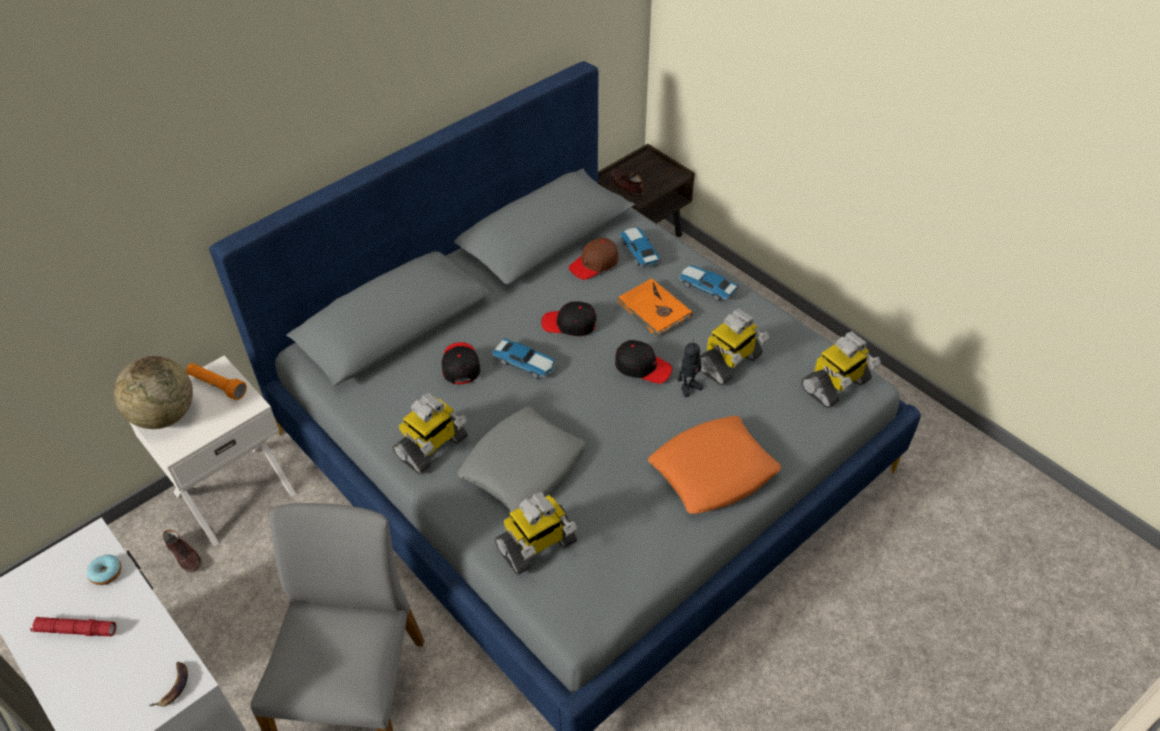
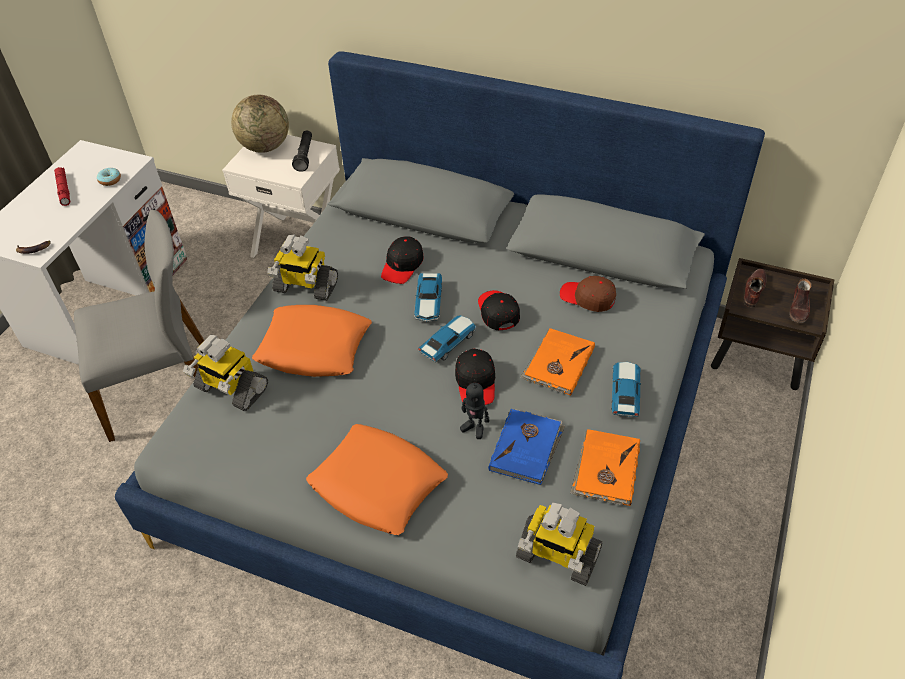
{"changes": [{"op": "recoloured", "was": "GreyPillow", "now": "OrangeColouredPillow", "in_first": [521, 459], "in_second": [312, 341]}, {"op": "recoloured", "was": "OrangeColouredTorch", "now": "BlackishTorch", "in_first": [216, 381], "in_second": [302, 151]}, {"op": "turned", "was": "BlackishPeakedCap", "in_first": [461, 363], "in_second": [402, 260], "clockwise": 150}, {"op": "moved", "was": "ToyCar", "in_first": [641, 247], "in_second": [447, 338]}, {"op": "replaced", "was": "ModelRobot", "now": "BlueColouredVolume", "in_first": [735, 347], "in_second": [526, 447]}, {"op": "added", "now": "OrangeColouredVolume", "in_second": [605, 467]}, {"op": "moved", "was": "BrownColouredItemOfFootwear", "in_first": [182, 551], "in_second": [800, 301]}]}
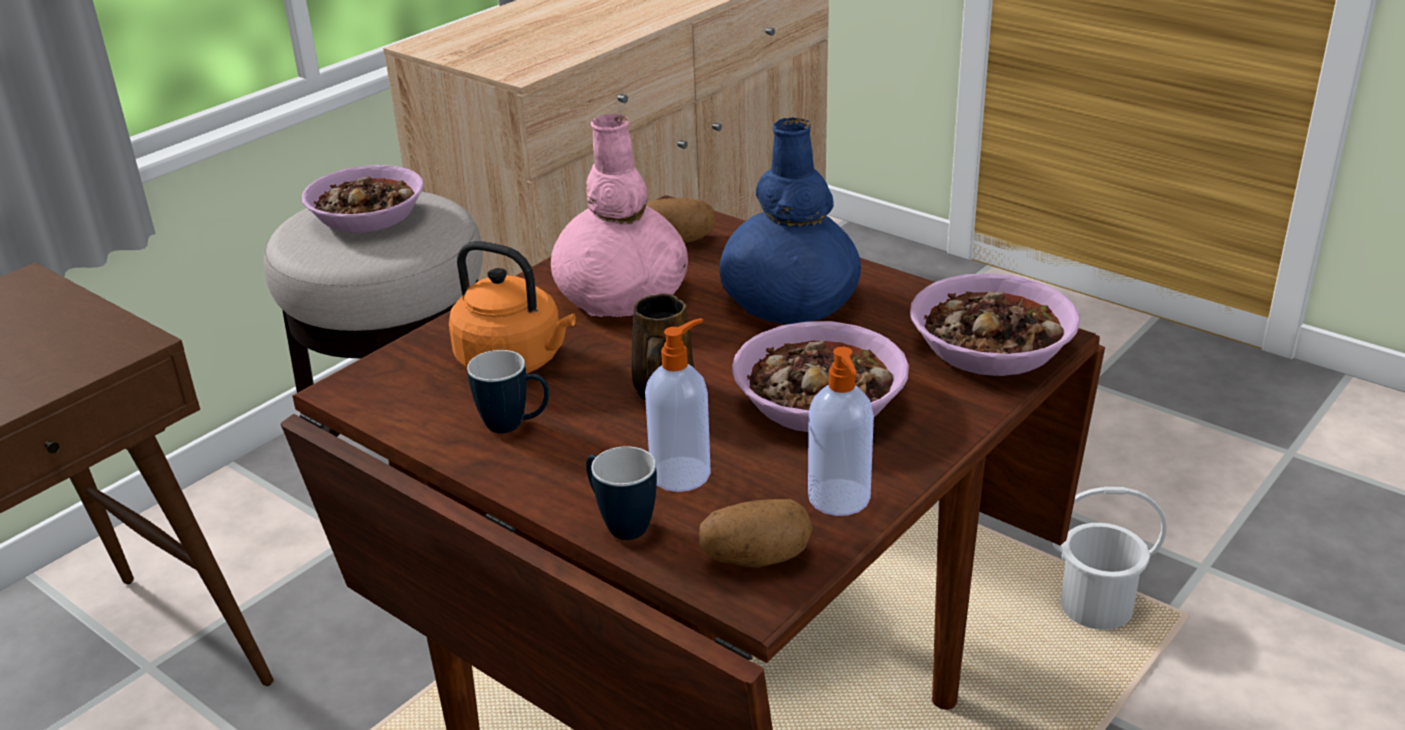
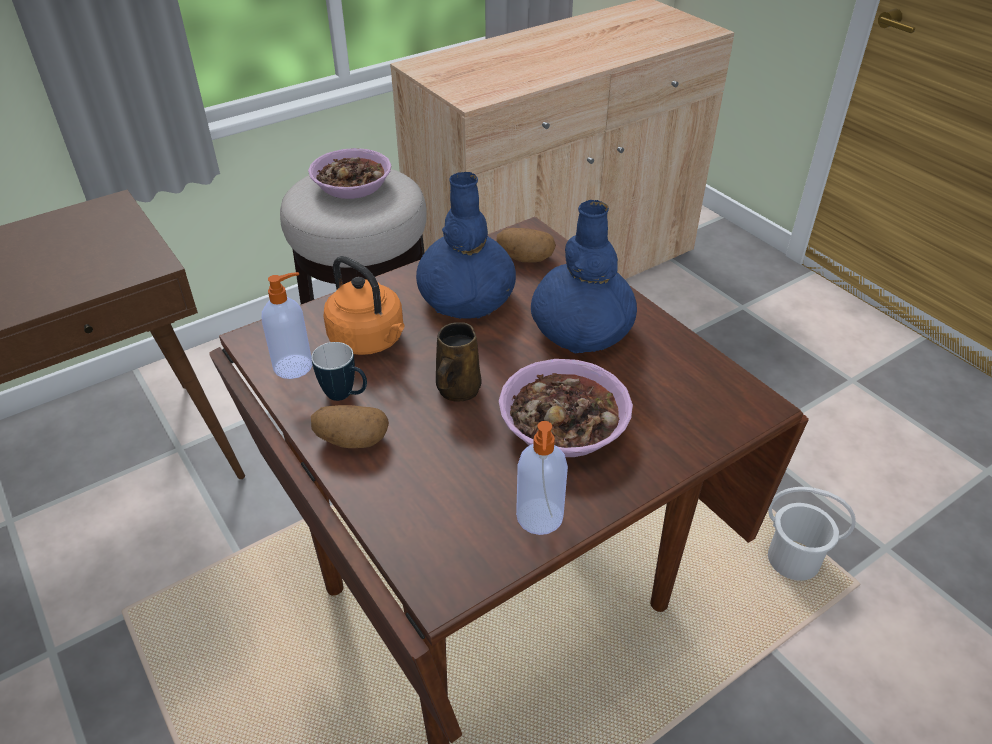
{"changes": [{"op": "moved", "was": "SoapBottle", "in_first": [678, 405], "in_second": [287, 325]}, {"op": "moved", "was": "WholePotato", "in_first": [756, 533], "in_second": [350, 426]}, {"op": "recoloured", "was": "PinkColouredDecorativeVase", "now": "BlueColouredDecorativeVase", "in_first": [619, 215], "in_second": [466, 245]}, {"op": "removed", "was": "CoffeeMug", "in_first": [621, 493]}, {"op": "removed", "was": "DeepDish", "in_first": [995, 324]}]}
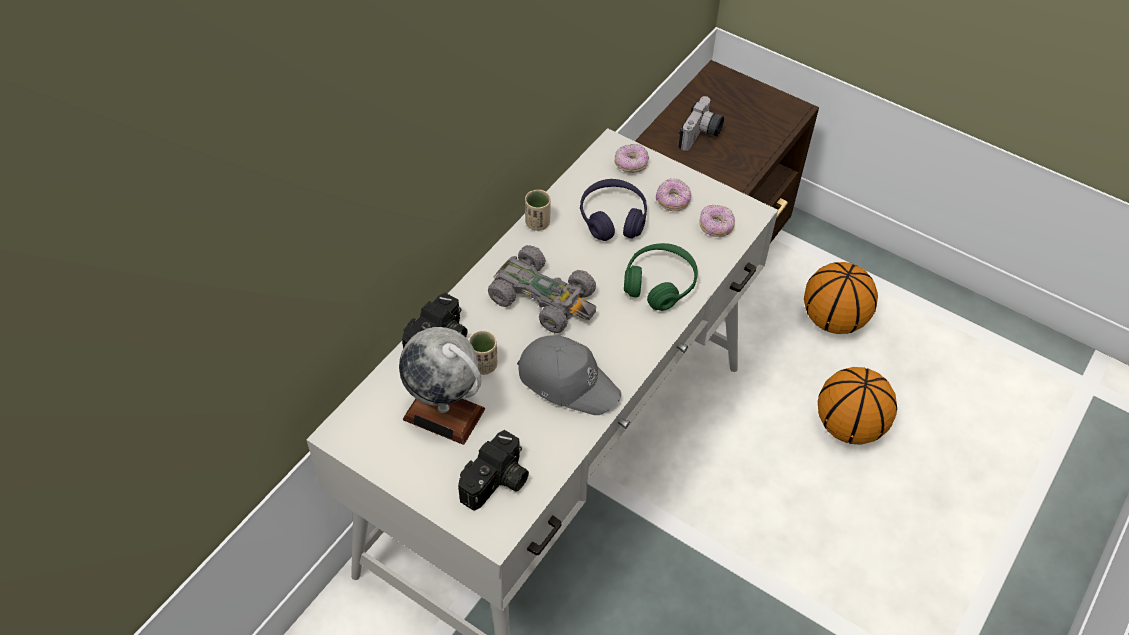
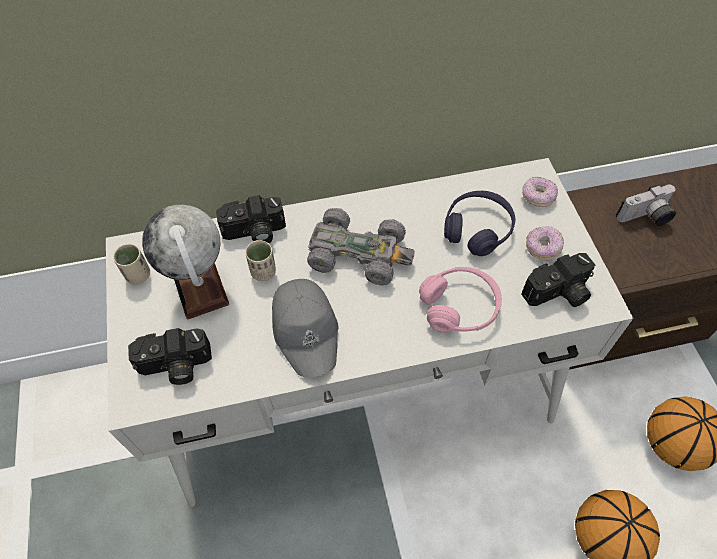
{"changes": [{"op": "moved", "was": "BeigeColouredCup", "in_first": [538, 210], "in_second": [131, 264]}, {"op": "turned", "was": "GreyToyCar", "in_first": [542, 289], "in_second": [361, 247], "clockwise": -60}, {"op": "recoloured", "was": "GreenishPairOfHeadphones", "now": "PinkColouredPairOfHeadphones", "in_first": [661, 277], "in_second": [460, 300]}, {"op": "replaced", "was": "Doughnut", "now": "PhotoCamera", "in_first": [717, 221], "in_second": [558, 280]}]}
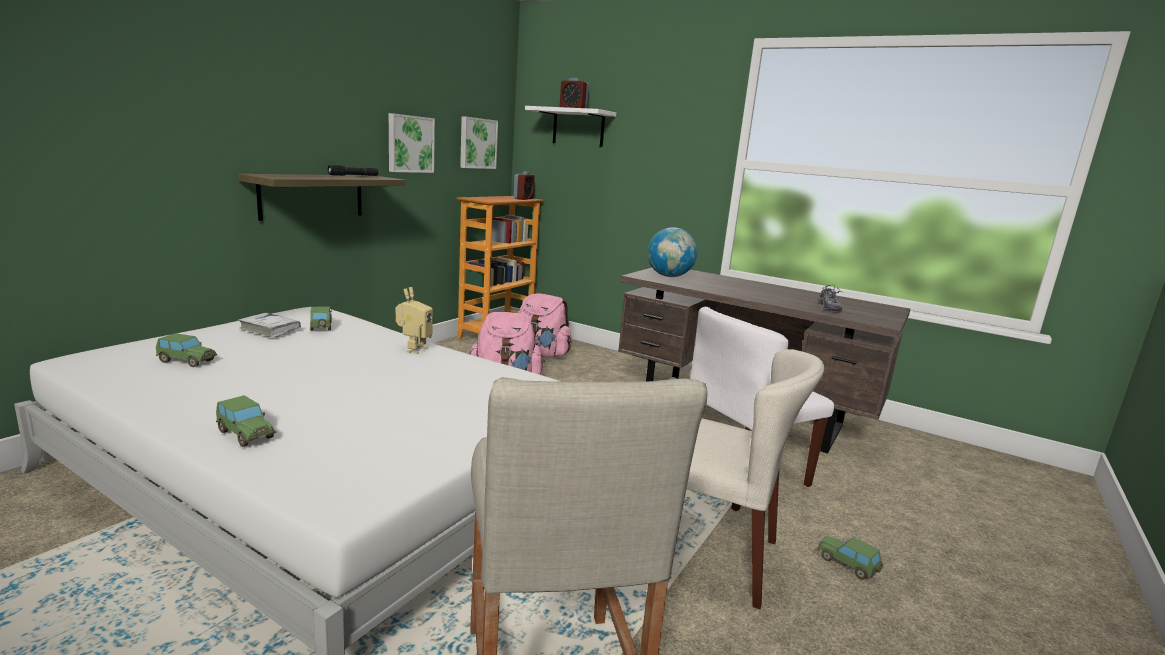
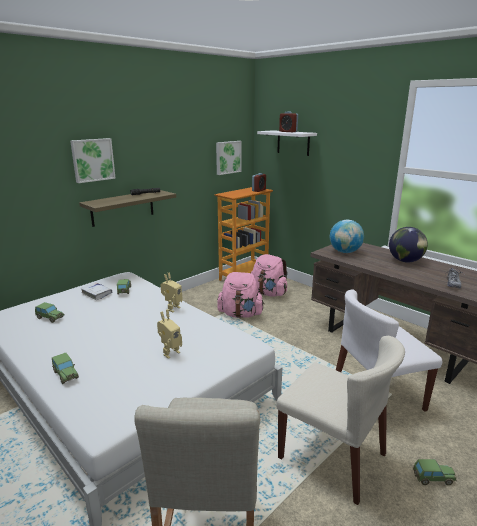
{"changes": [{"op": "moved", "was": "WallPicture", "in_first": [412, 143], "in_second": [93, 160]}, {"op": "added", "now": "ModelRobot", "in_second": [169, 334]}, {"op": "added", "now": "Globe", "in_second": [408, 244]}, {"op": "turned", "was": "ToyCar", "in_first": [850, 558], "in_second": [435, 472], "clockwise": 120}]}
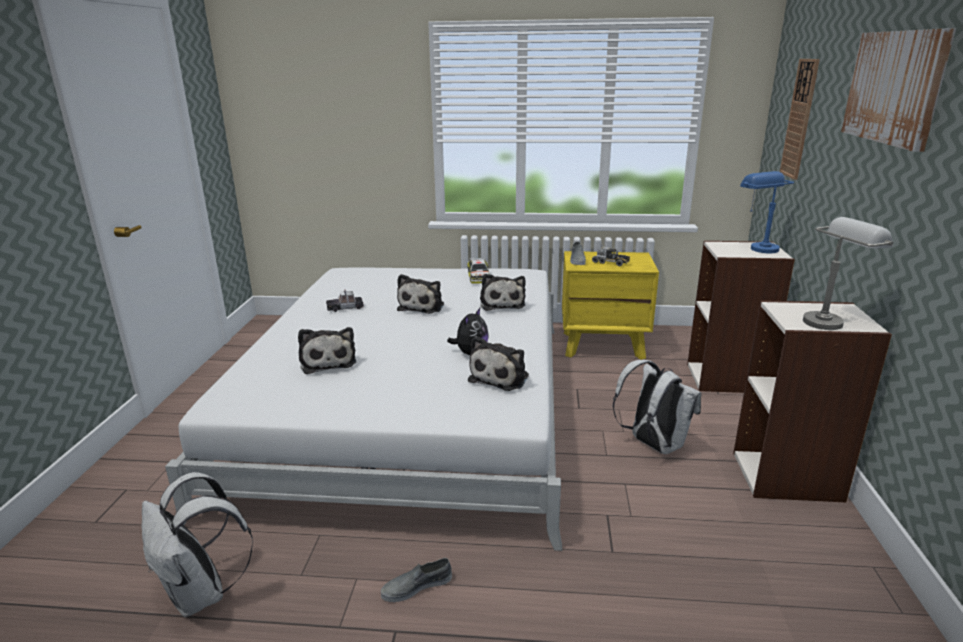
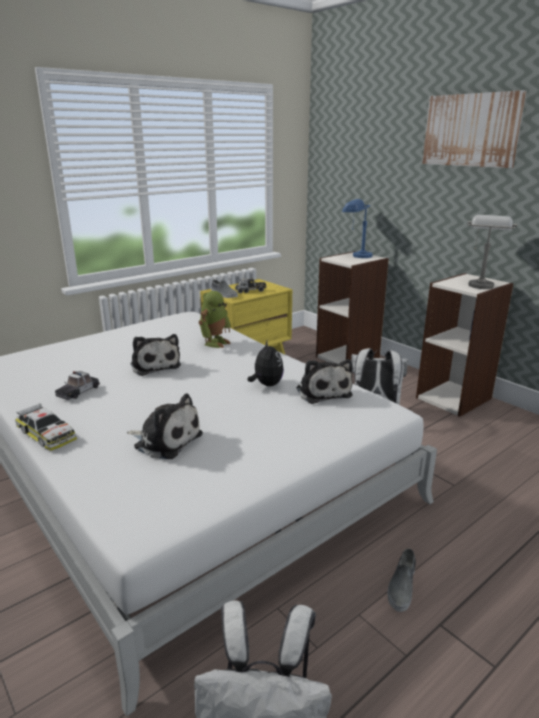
{"changes": [{"op": "moved", "was": "ToyCar", "in_first": [478, 271], "in_second": [46, 427]}, {"op": "replaced", "was": "PlushToy", "now": "ModelRobot", "in_first": [503, 292], "in_second": [215, 319]}, {"op": "removed", "was": "WallClock", "in_first": [800, 119]}]}
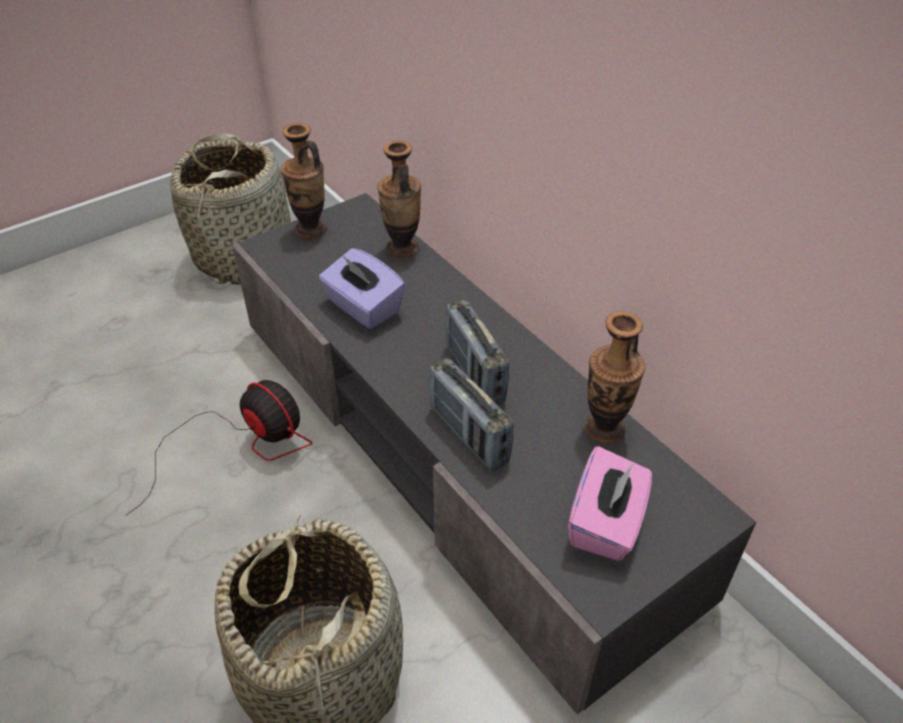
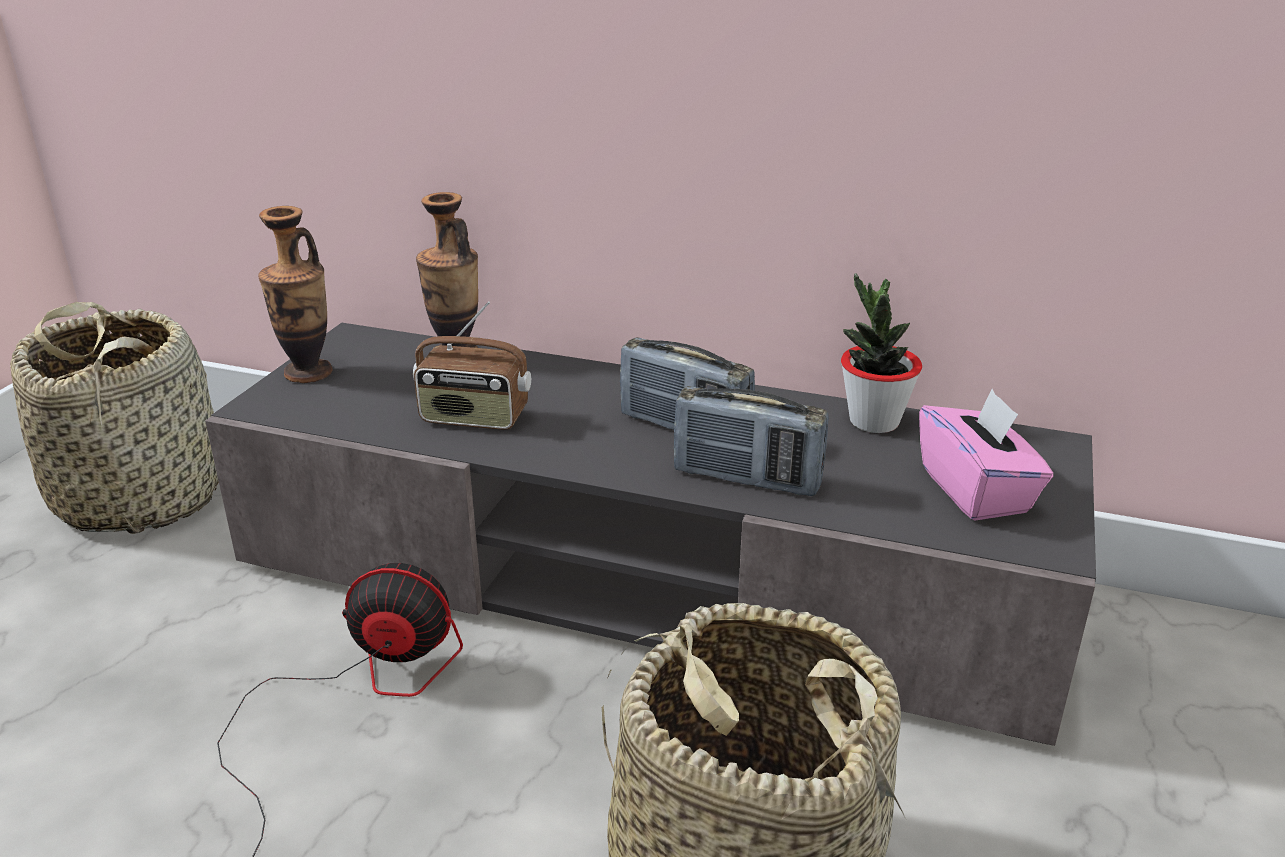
{"changes": [{"op": "replaced", "was": "PurpleColouredBoxOfTissues", "now": "Radio", "in_first": [362, 288], "in_second": [472, 365]}, {"op": "replaced", "was": "DecorativeVase", "now": "Houseplant", "in_first": [615, 377], "in_second": [881, 353]}]}
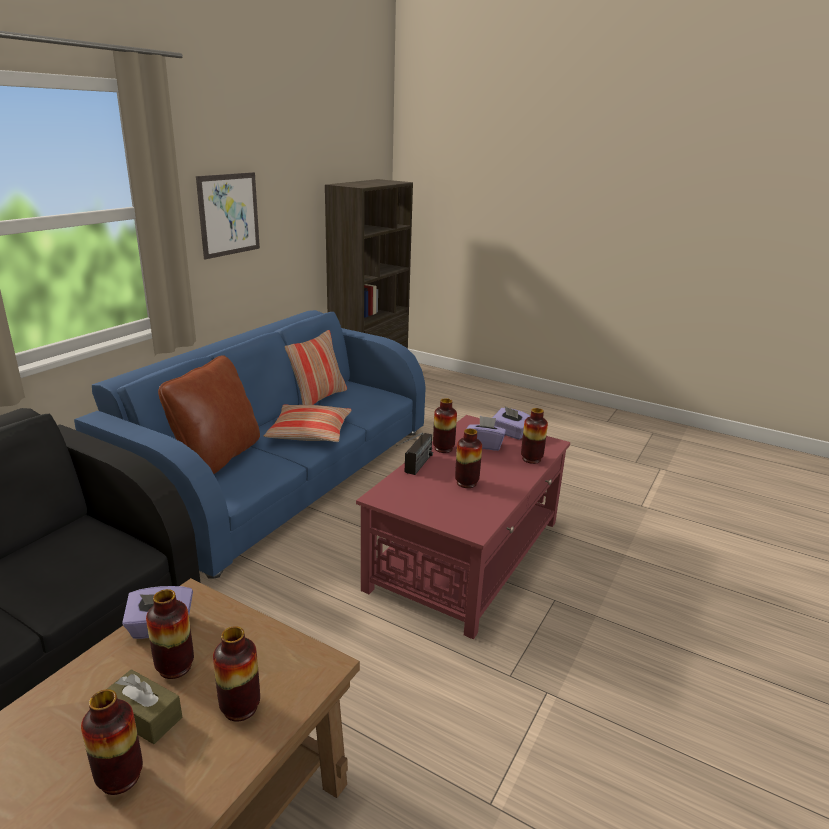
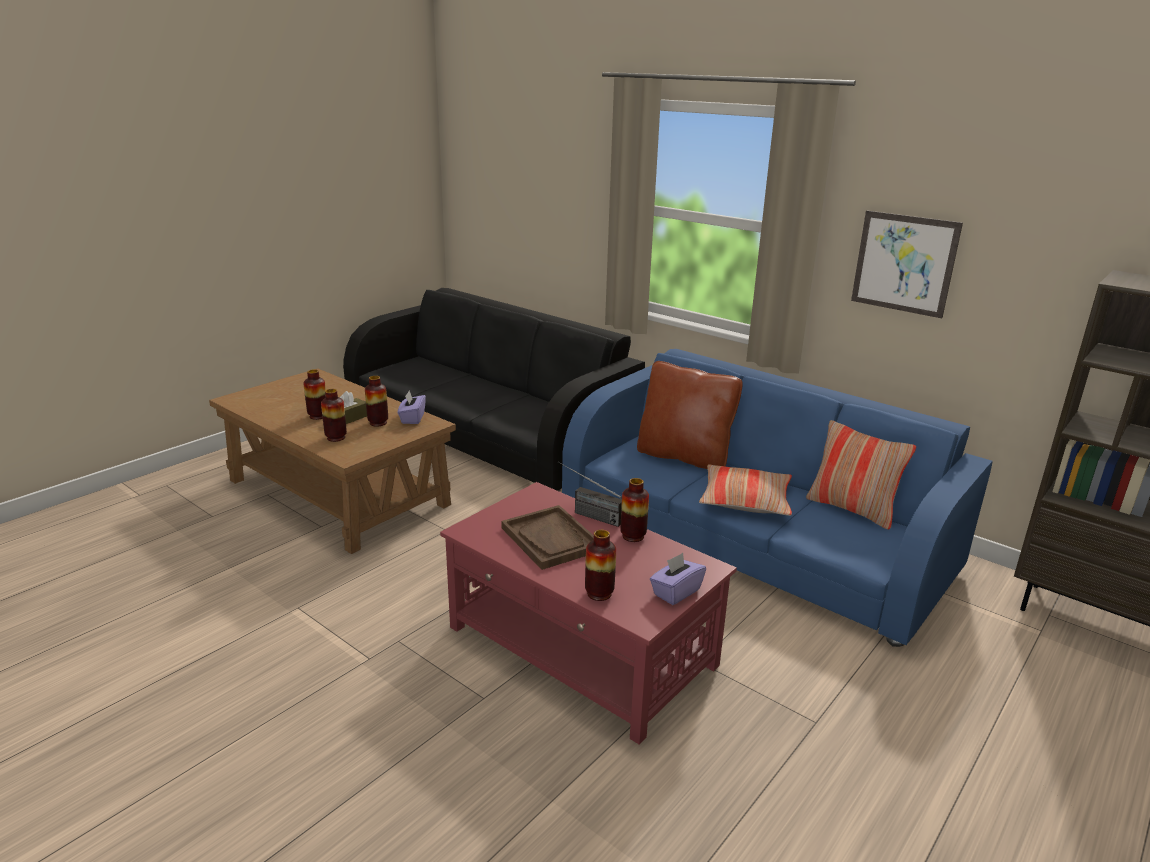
{"changes": [{"op": "replaced", "was": "DecorativeVase", "now": "BrownColouredServingTray", "in_first": [468, 458], "in_second": [547, 537]}, {"op": "removed", "was": "PurpleColouredBoxOfTissues", "in_first": [486, 433]}]}
